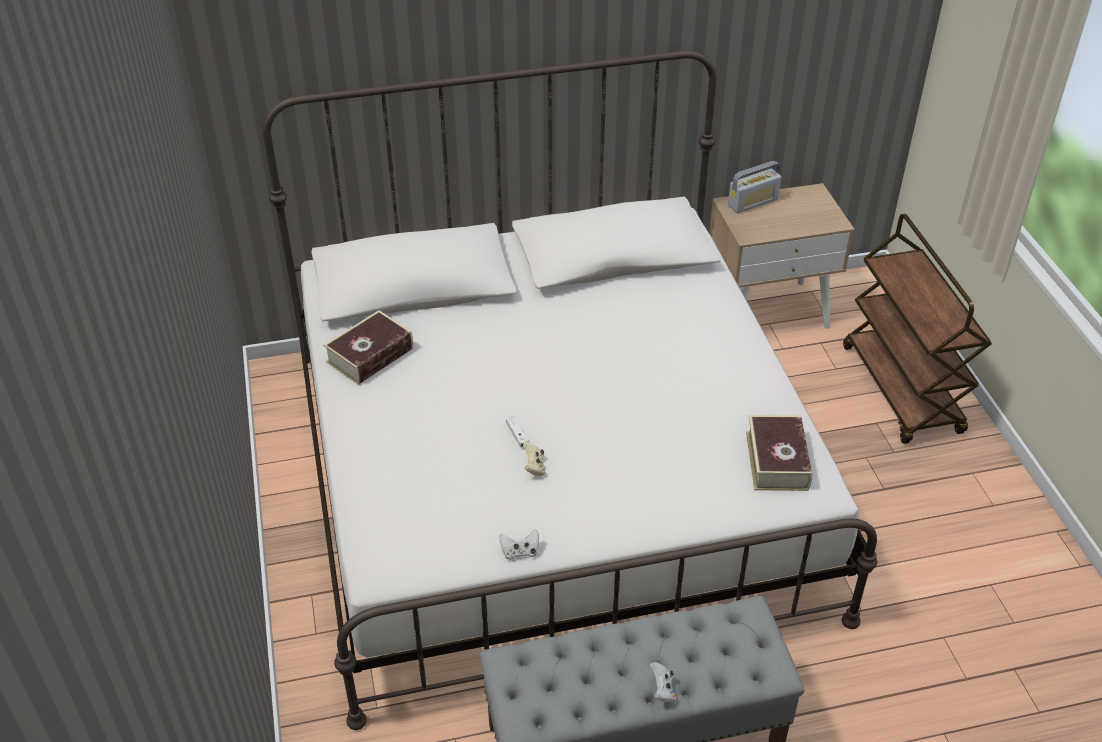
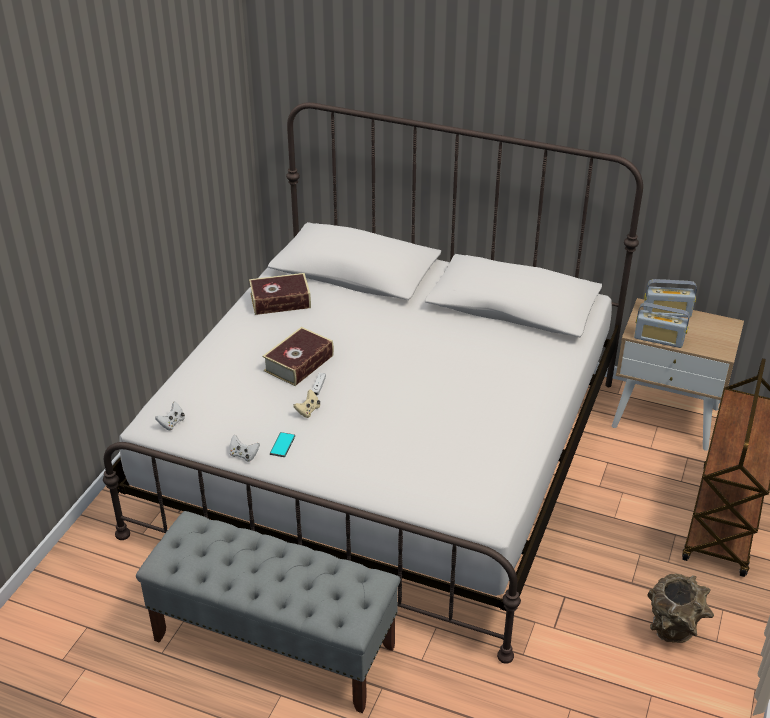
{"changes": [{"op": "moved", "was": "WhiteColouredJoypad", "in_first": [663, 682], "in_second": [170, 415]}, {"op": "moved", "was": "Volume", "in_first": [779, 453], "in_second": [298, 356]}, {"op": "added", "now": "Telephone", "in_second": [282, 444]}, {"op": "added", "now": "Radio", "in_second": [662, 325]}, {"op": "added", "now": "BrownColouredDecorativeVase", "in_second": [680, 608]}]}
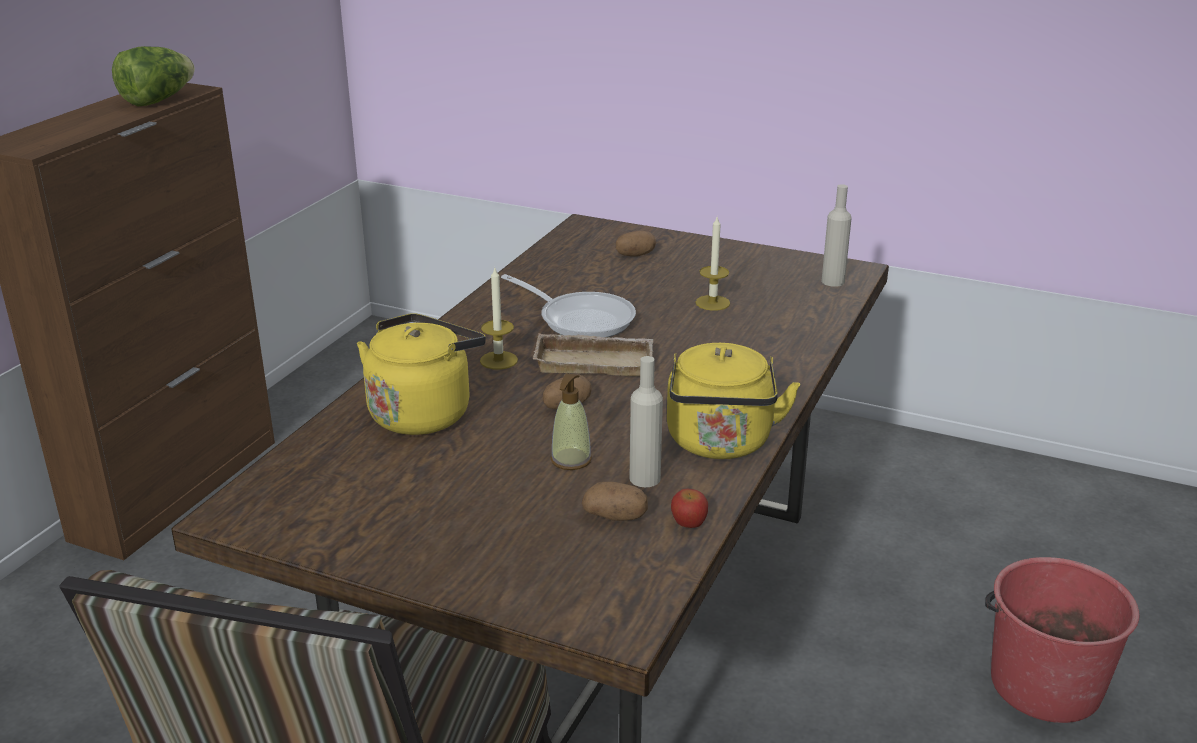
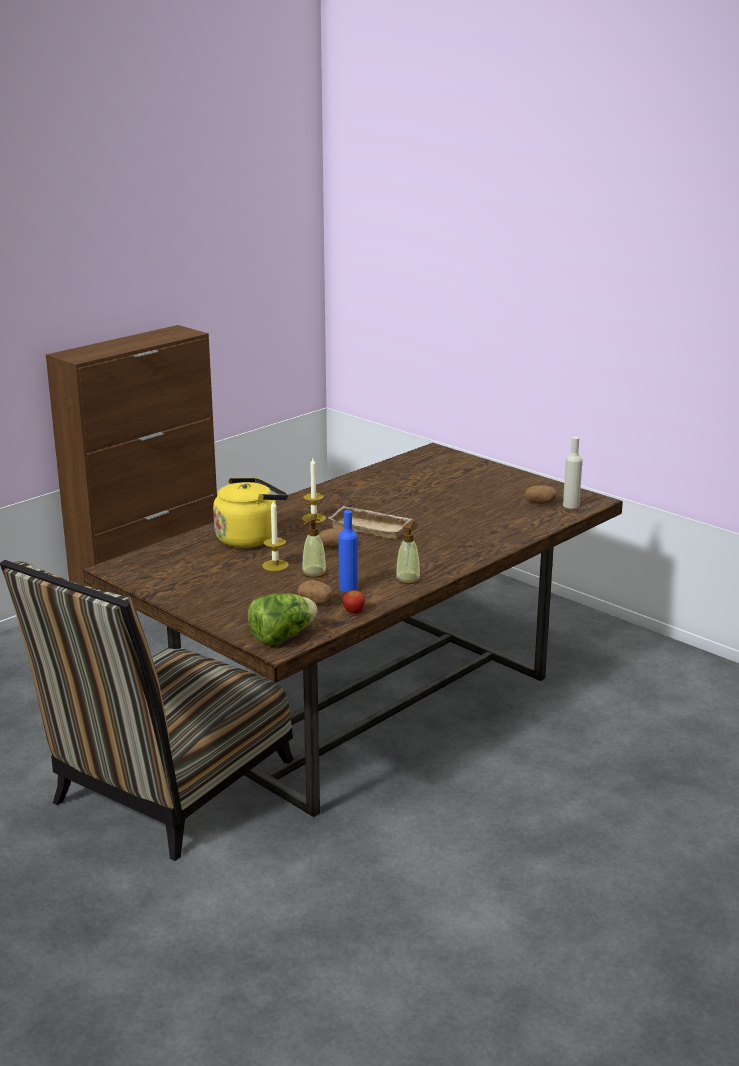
{"changes": [{"op": "moved", "was": "HeadOfLettuce", "in_first": [153, 76], "in_second": [282, 619]}, {"op": "moved", "was": "WaxCandle", "in_first": [712, 264], "in_second": [275, 535]}, {"op": "recoloured", "was": "BeigeColouredBottle", "now": "BlueColouredBottle", "in_first": [646, 421], "in_second": [348, 551]}, {"op": "replaced", "was": "YellowColouredTeaKettle", "now": "SoapBottle", "in_first": [733, 401], "in_second": [408, 552]}, {"op": "moved", "was": "WholePotato", "in_first": [636, 244], "in_second": [541, 494]}, {"op": "removed", "was": "Skillet", "in_first": [568, 305]}, {"op": "removed", "was": "RedPail", "in_first": [1062, 640]}]}
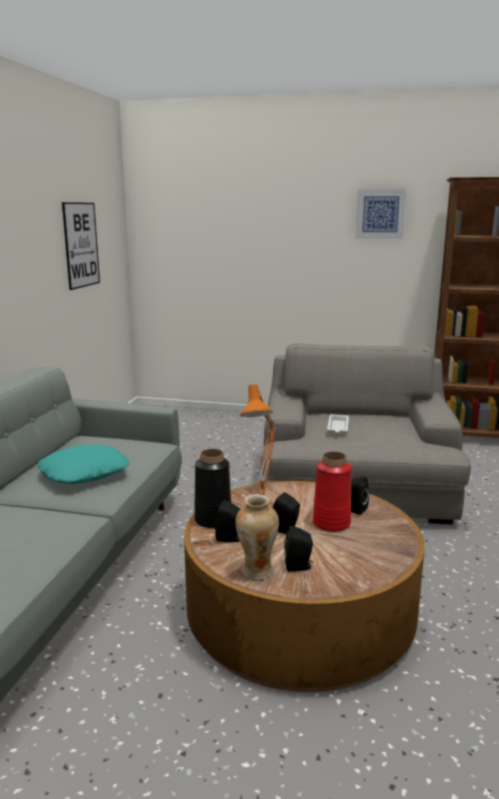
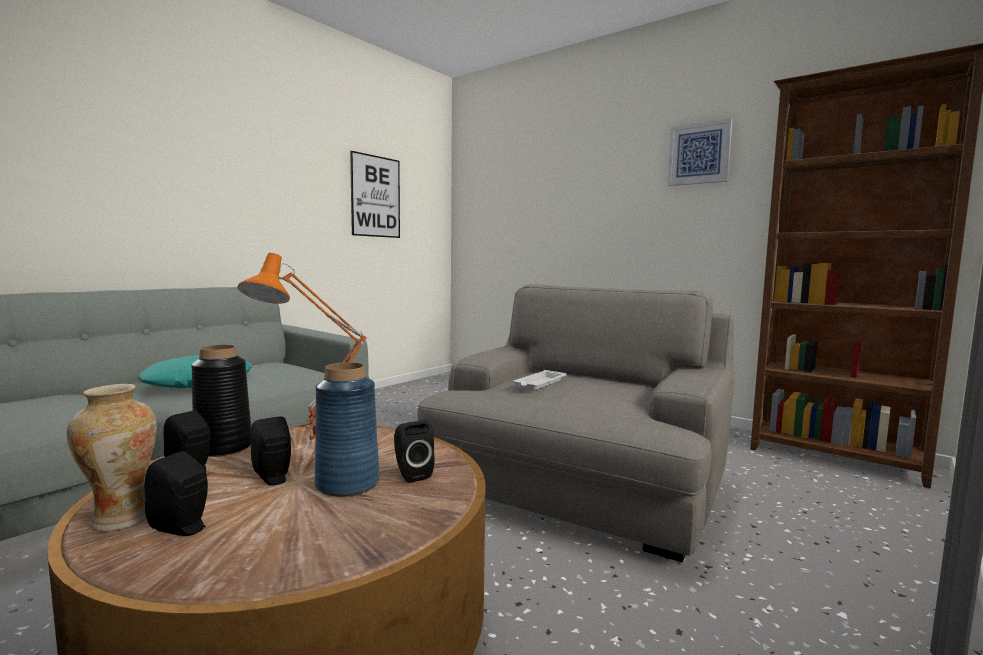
{"changes": [{"op": "recoloured", "was": "RedDecorativeVase", "now": "BlueColouredDecorativeVase", "in_first": [332, 491], "in_second": [347, 429]}]}
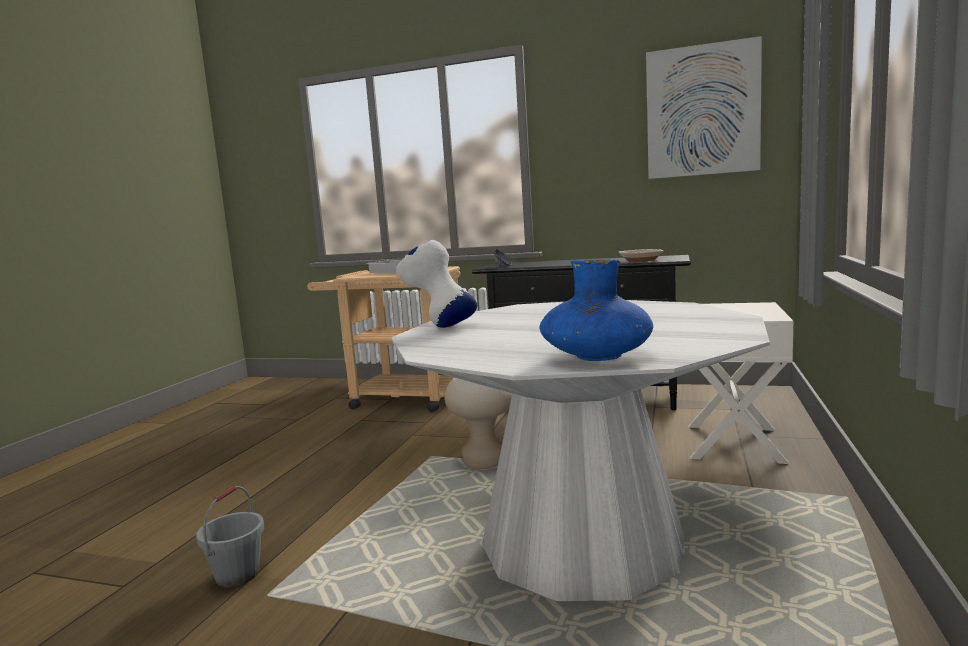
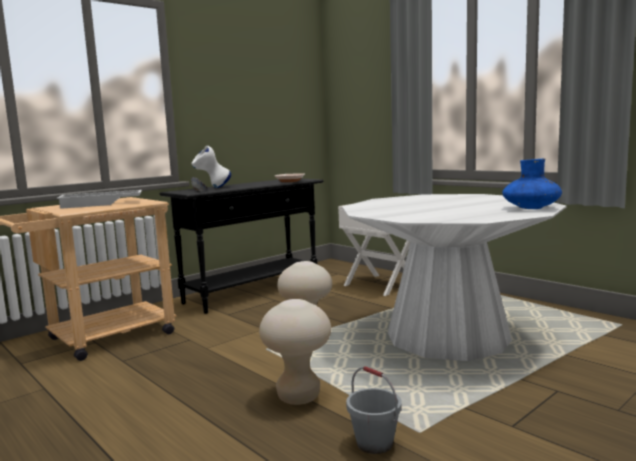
{"changes": [{"op": "moved", "was": "WhiteColouredDecorativeVase", "in_first": [436, 284], "in_second": [211, 167]}, {"op": "added", "now": "BeigeColouredStoolSeat", "in_second": [295, 352]}, {"op": "removed", "was": "WallPicture", "in_first": [704, 107]}]}
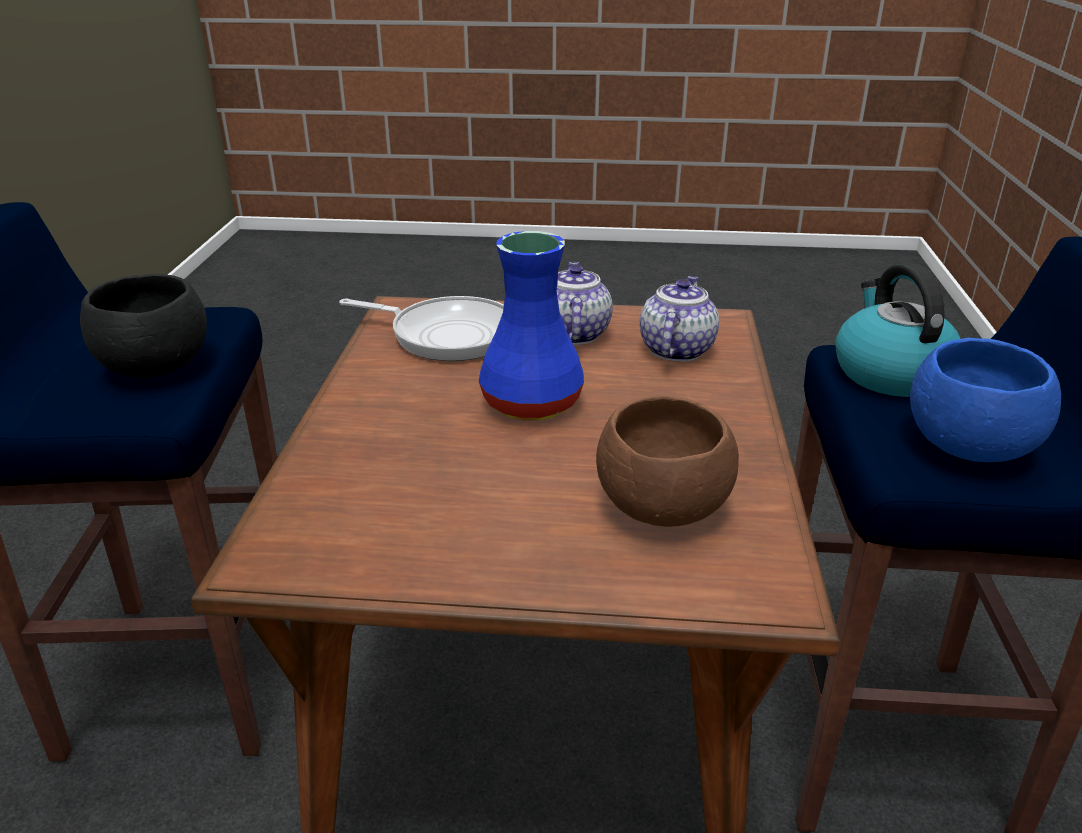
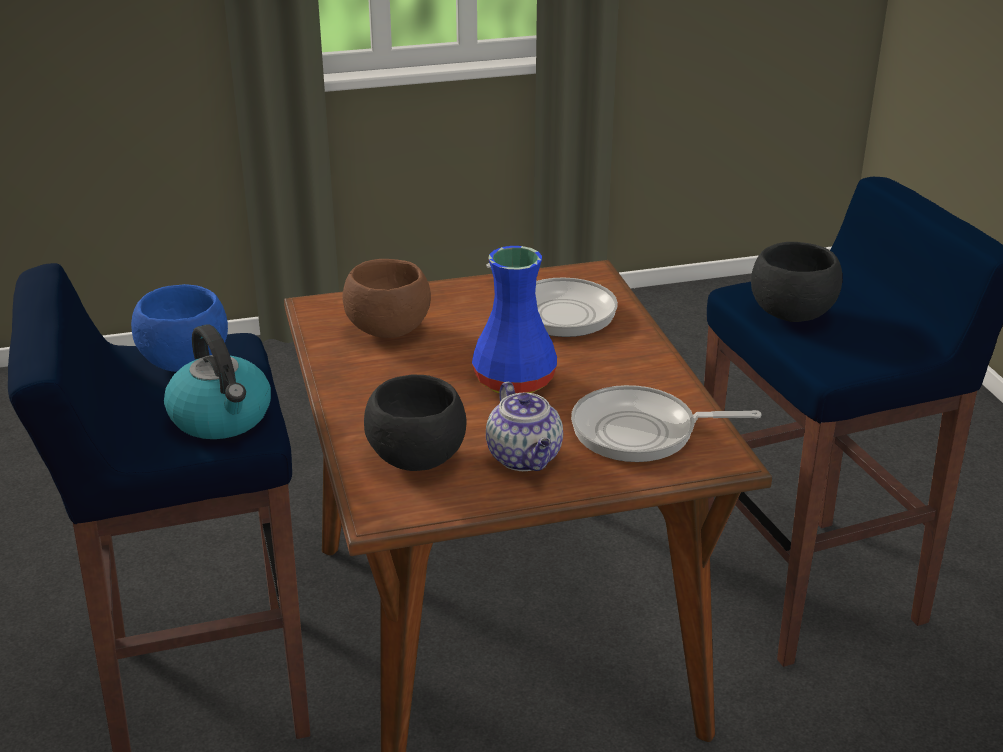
{"changes": [{"op": "replaced", "was": "Teapot", "now": "BlackishDeepDish", "in_first": [679, 318], "in_second": [415, 422]}, {"op": "added", "now": "Skillet", "in_second": [552, 300]}]}
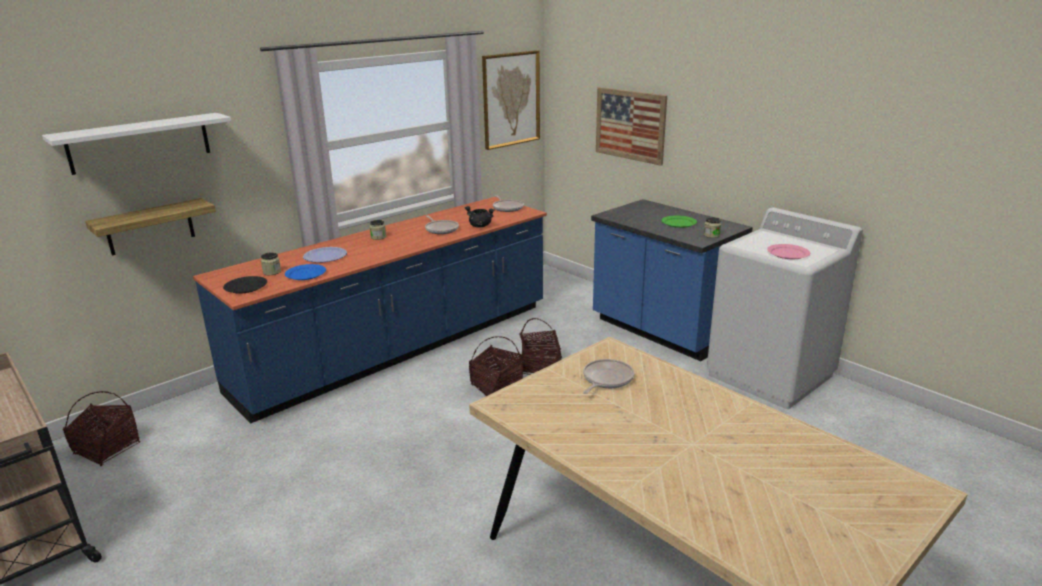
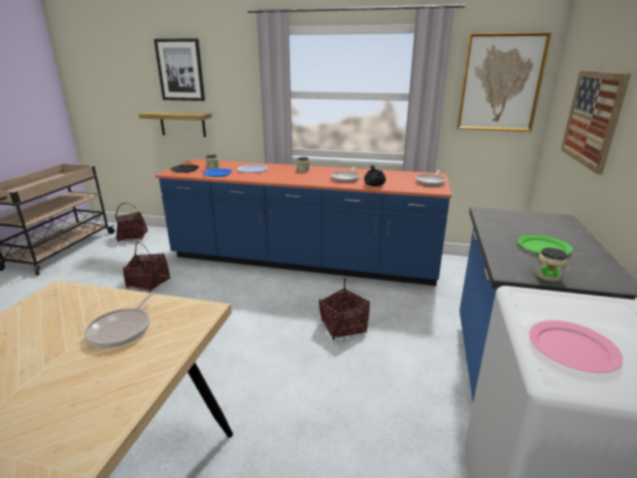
{"changes": [{"op": "turned", "was": "Skillet", "in_first": [608, 376], "in_second": [119, 320], "clockwise": 105}, {"op": "moved", "was": "HouseholdBasket", "in_first": [496, 366], "in_second": [146, 267]}, {"op": "replaced", "was": "WhiteColouredWallShelf", "now": "WallPicture", "in_first": [136, 144], "in_second": [179, 69]}]}
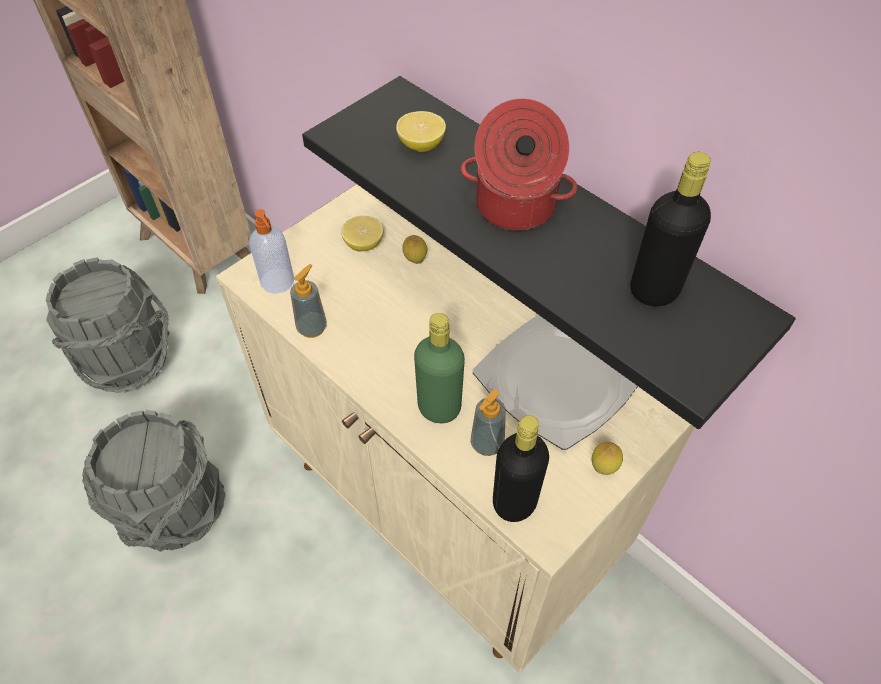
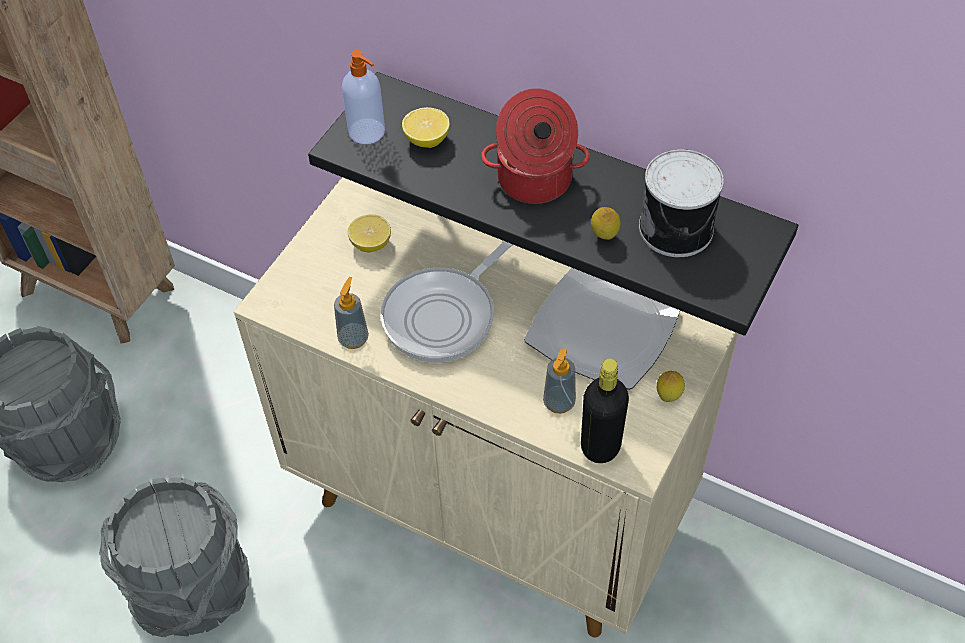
{"changes": [{"op": "moved", "was": "SoapBottle", "in_first": [271, 251], "in_second": [363, 97]}, {"op": "added", "now": "Skillet", "in_second": [447, 302]}, {"op": "moved", "was": "CitrusFruit", "in_first": [414, 249], "in_second": [605, 223]}, {"op": "replaced", "was": "BlackishBottle", "now": "MetalCan", "in_first": [671, 229], "in_second": [681, 203]}, {"op": "removed", "was": "GreenishBottle", "in_first": [439, 368]}]}
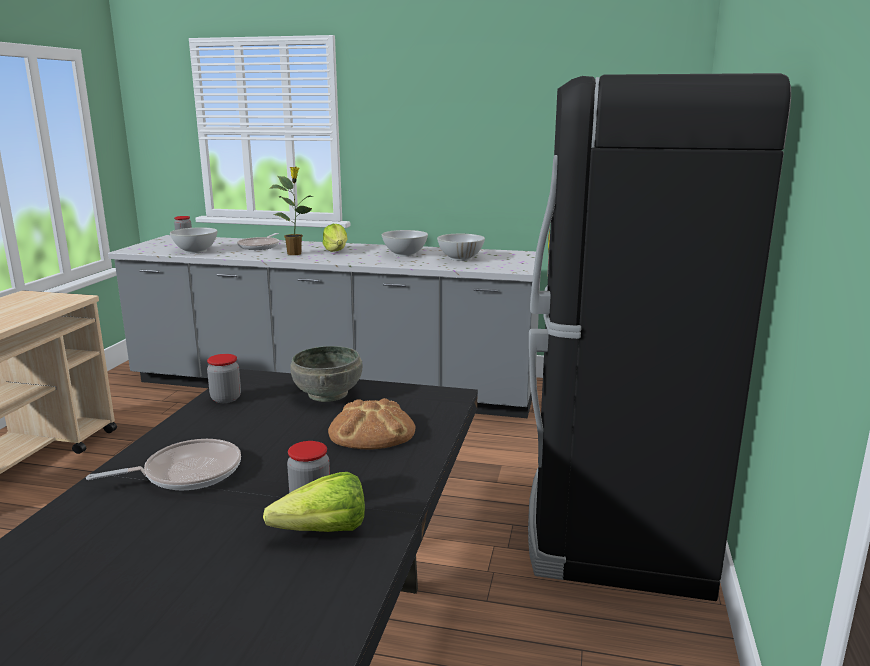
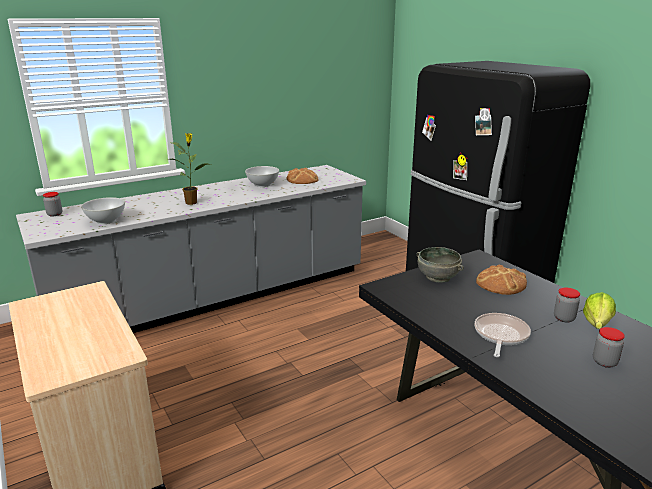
{"changes": [{"op": "replaced", "was": "WhiteColouredDeepDish", "now": "Bread", "in_first": [461, 247], "in_second": [302, 176]}, {"op": "moved", "was": "Jar", "in_first": [224, 378], "in_second": [609, 347]}, {"op": "removed", "was": "Skillet", "in_first": [258, 241]}, {"op": "removed", "was": "HeadOfLettuce", "in_first": [335, 238]}]}
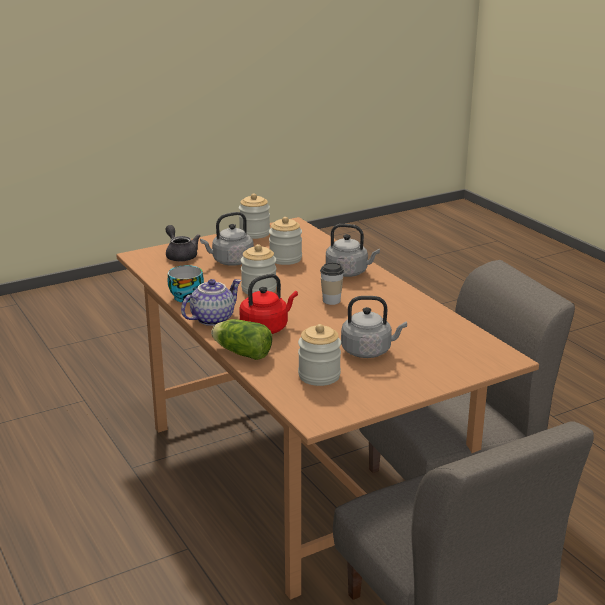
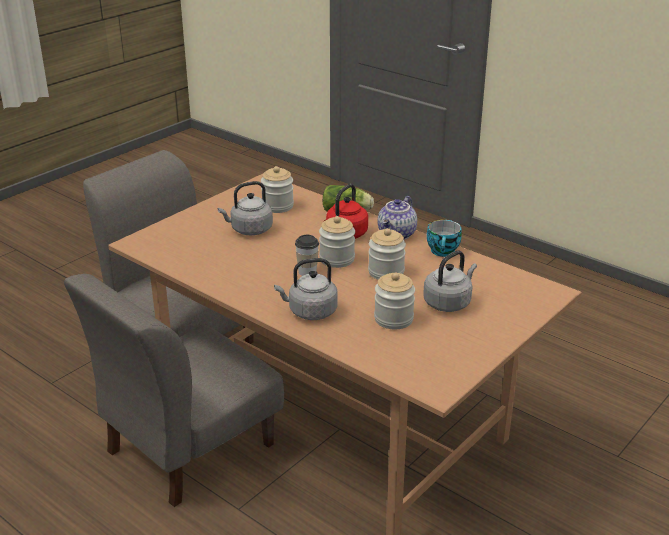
{"changes": [{"op": "moved", "was": "Jar", "in_first": [254, 216], "in_second": [337, 242]}, {"op": "removed", "was": "GreyTeapot", "in_first": [182, 243]}]}
